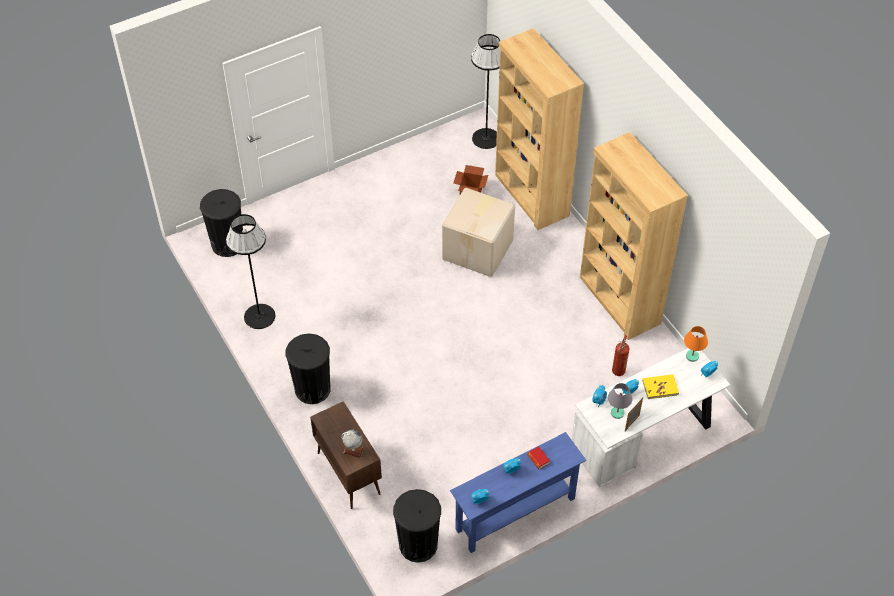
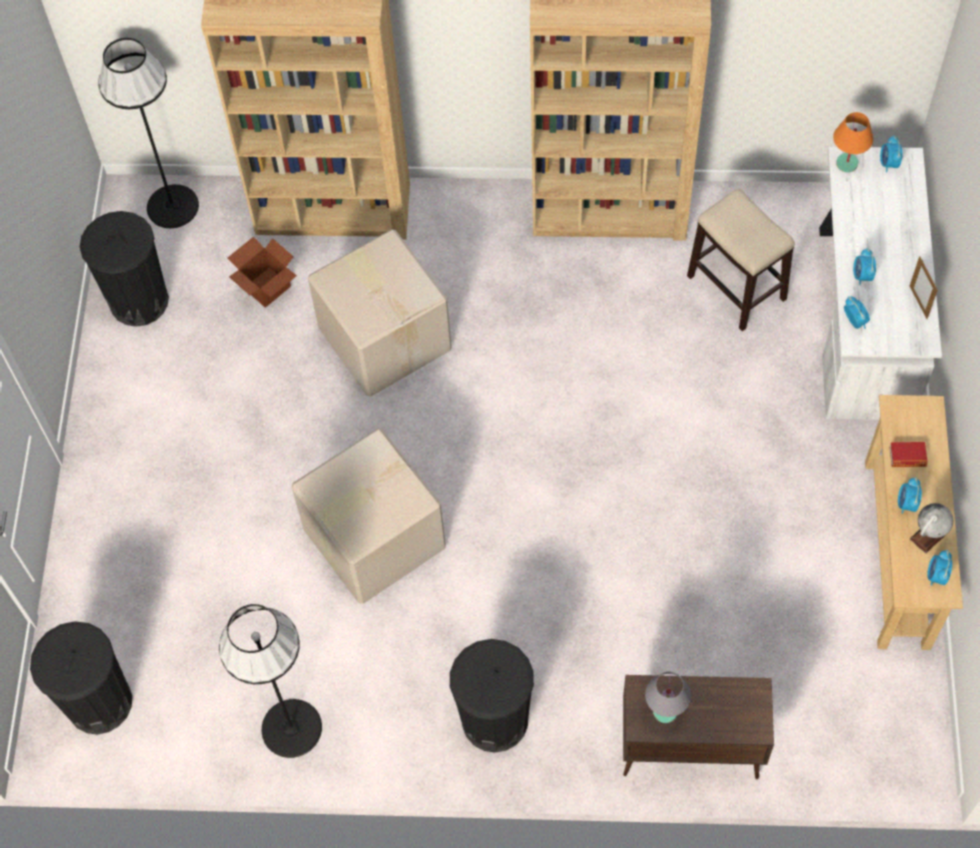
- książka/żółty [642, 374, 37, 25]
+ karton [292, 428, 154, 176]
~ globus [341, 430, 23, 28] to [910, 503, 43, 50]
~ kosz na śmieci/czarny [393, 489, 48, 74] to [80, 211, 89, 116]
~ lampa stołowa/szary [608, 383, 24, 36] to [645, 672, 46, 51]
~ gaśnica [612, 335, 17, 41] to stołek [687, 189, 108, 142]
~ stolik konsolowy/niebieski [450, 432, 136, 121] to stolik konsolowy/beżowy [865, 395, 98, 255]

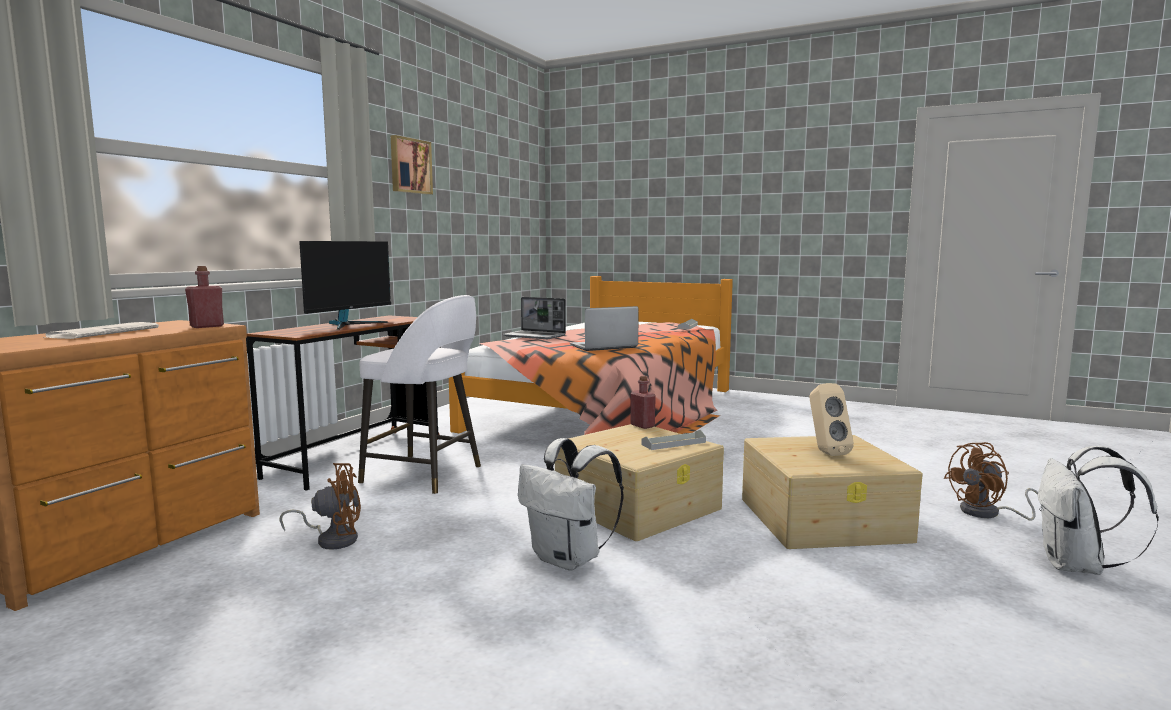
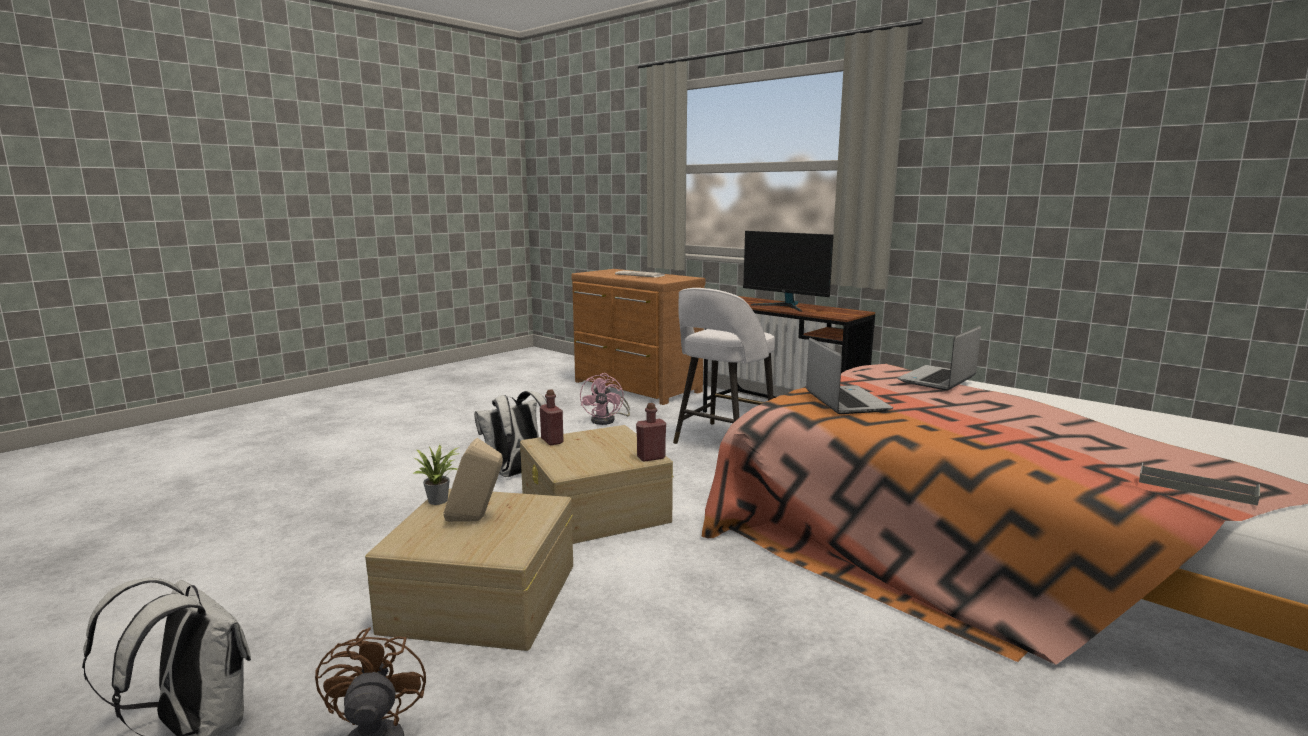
- obraz [391, 135, 42, 60]
- taca/szary [642, 430, 64, 20]
+ roślina doniczkowa [413, 444, 46, 61]
~ butelka/czerwony [185, 266, 39, 62] to [540, 389, 23, 56]
~ wentylator/brązowy [279, 463, 82, 87] to wentylator/różowy [580, 373, 50, 52]

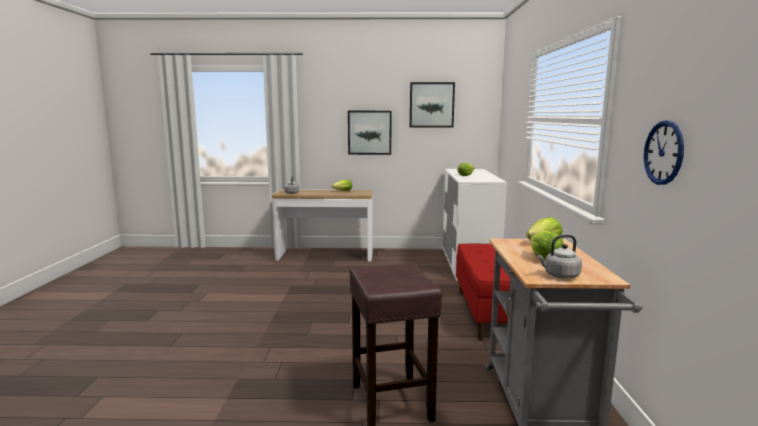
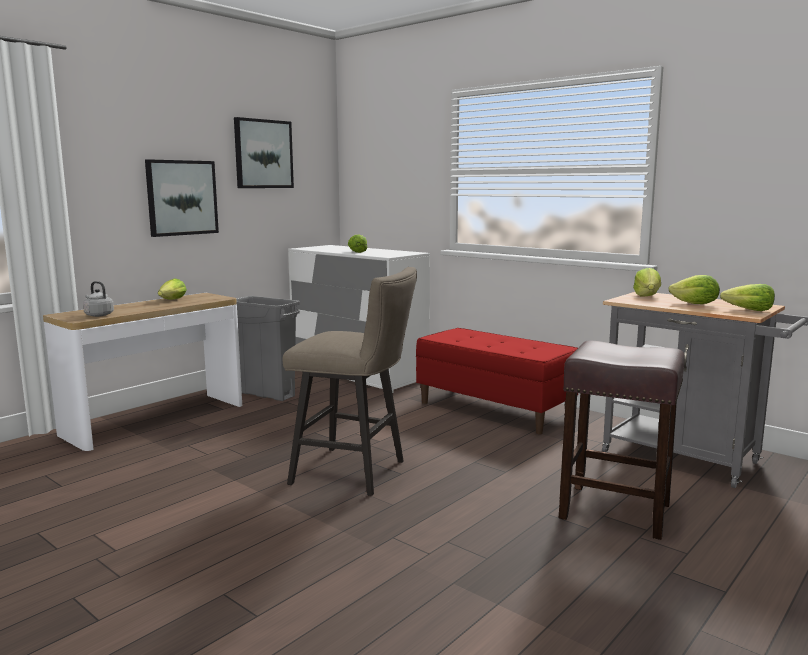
- zegar ścienny [644, 120, 40, 65]
+ kosz na śmieci/szary [236, 296, 64, 105]
+ stołek/beżowy [282, 267, 135, 229]
~ czajnik/szary [537, 235, 45, 44] to sałata [720, 284, 55, 27]

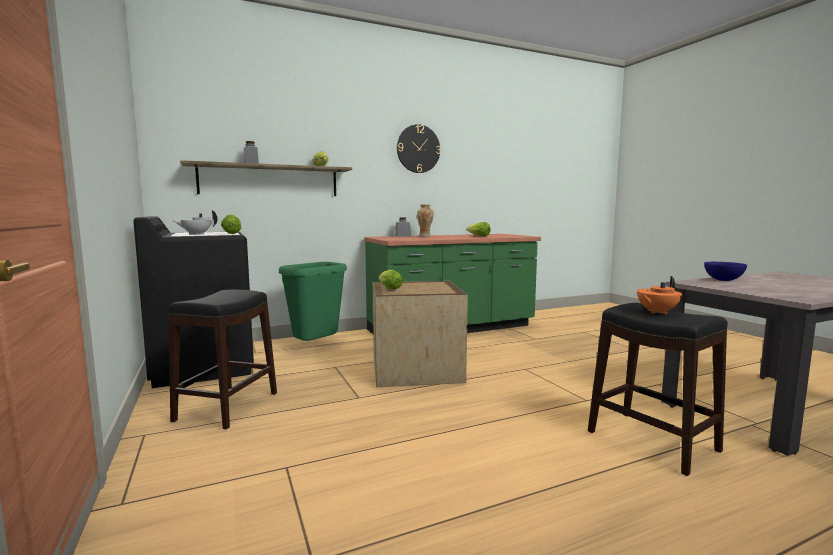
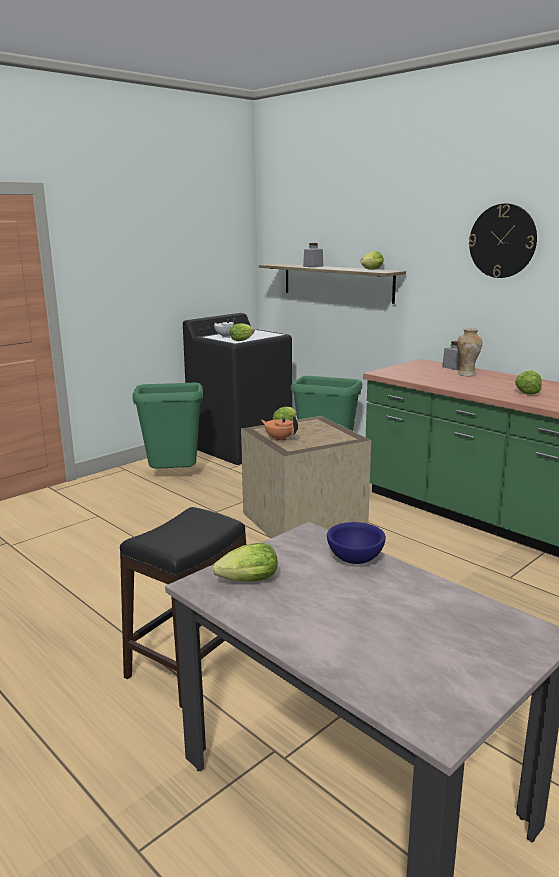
+ sałata [212, 543, 66, 39]
~ imbryk/pomarańczowy [637, 276, 45, 38] to [261, 416, 37, 25]
~ stołek/czarny [168, 290, 109, 139] to kosz na śmieci/zielony [133, 383, 70, 86]

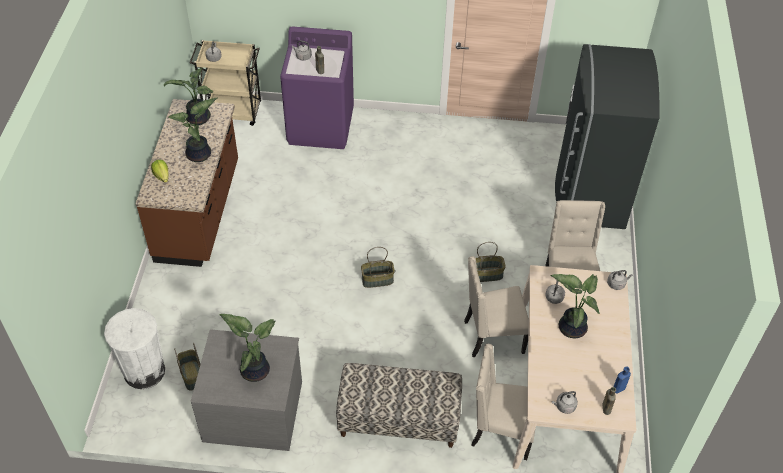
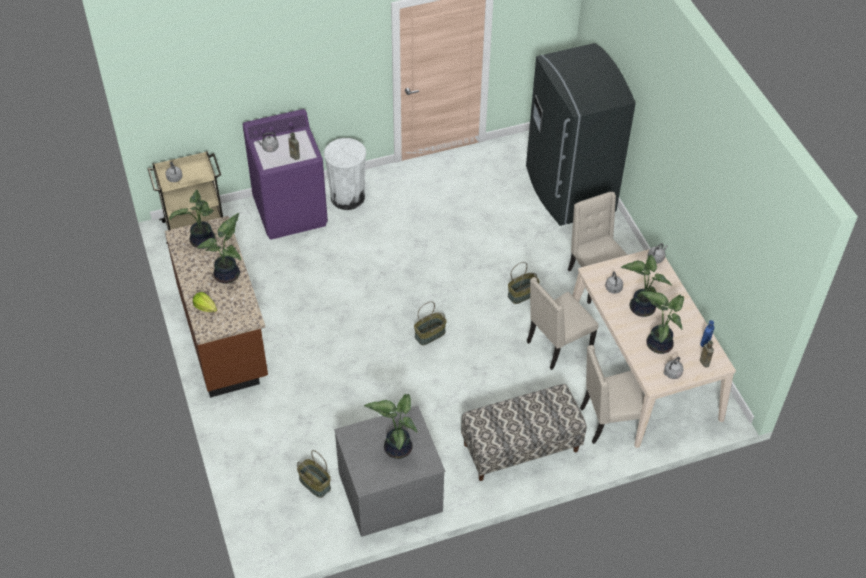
+ roślina doniczkowa [640, 291, 44, 63]
~ kosz na śmieci/biały [104, 308, 61, 81] to [324, 138, 42, 72]

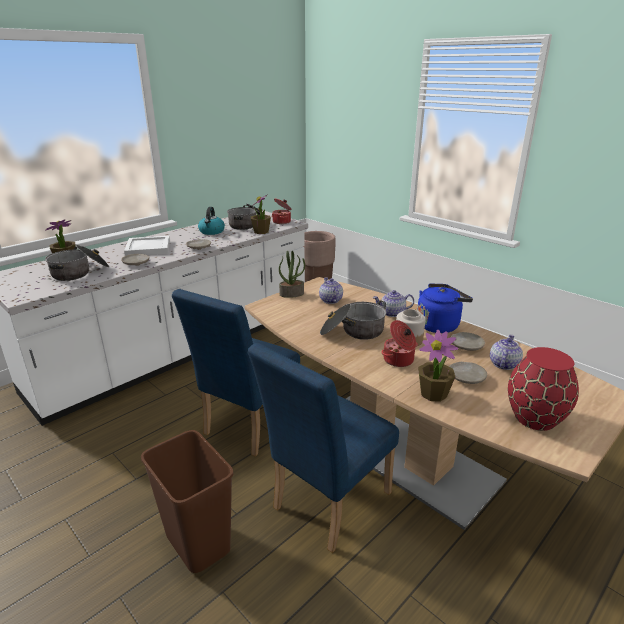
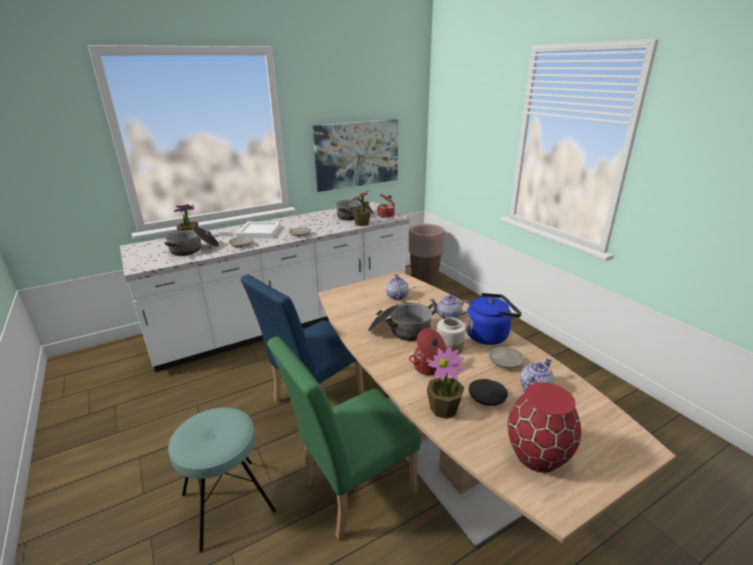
- czajnik [198, 207, 27, 28]
- roślina doniczkowa [279, 251, 26, 47]
+ obraz [313, 119, 85, 73]
~ kosz na śmieci/brązowy [141, 430, 93, 143] to stołek/turkusowy [168, 407, 108, 146]
~ krzesło/niebieski [248, 343, 151, 210] to krzesło/zielony [267, 337, 154, 203]
~ talerz/beżowy [449, 362, 38, 22] to talerz/czarny [469, 379, 39, 27]

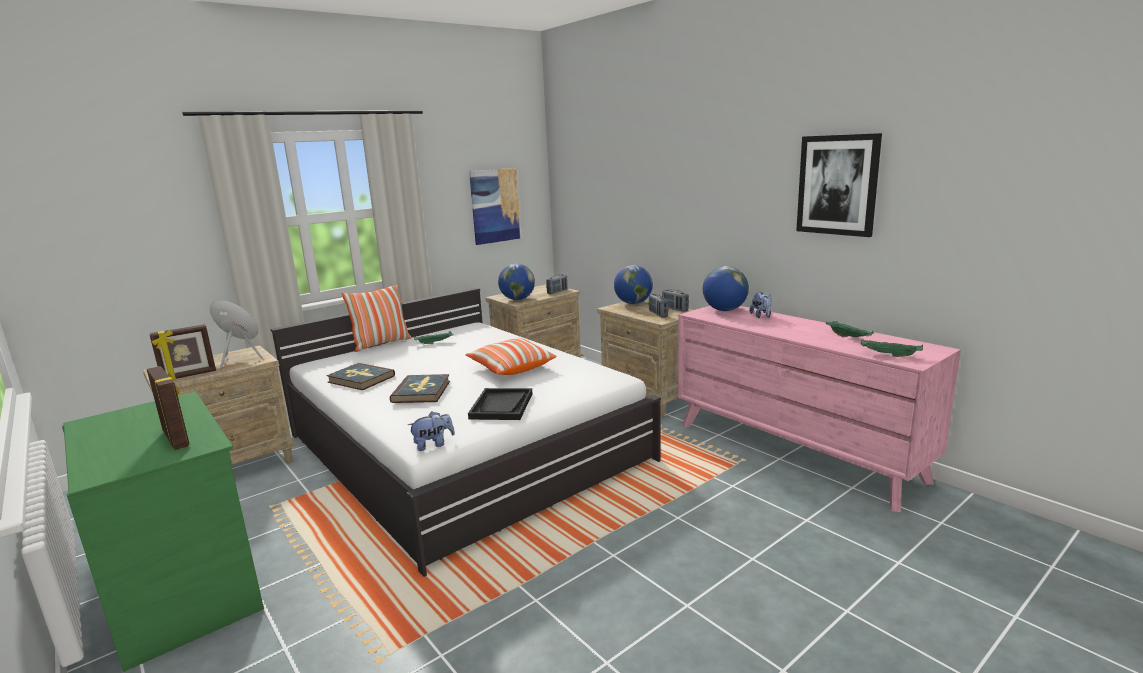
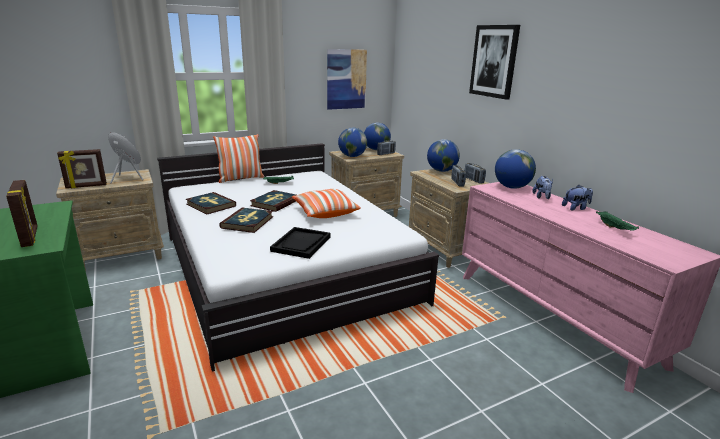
- taca/zielony [861, 340, 62, 17]
+ książka [250, 190, 46, 22]
+ globus [364, 123, 27, 27]
~ pluszak [408, 411, 47, 40] to [562, 185, 31, 26]
~ obraz [796, 133, 86, 104] to [469, 25, 51, 75]

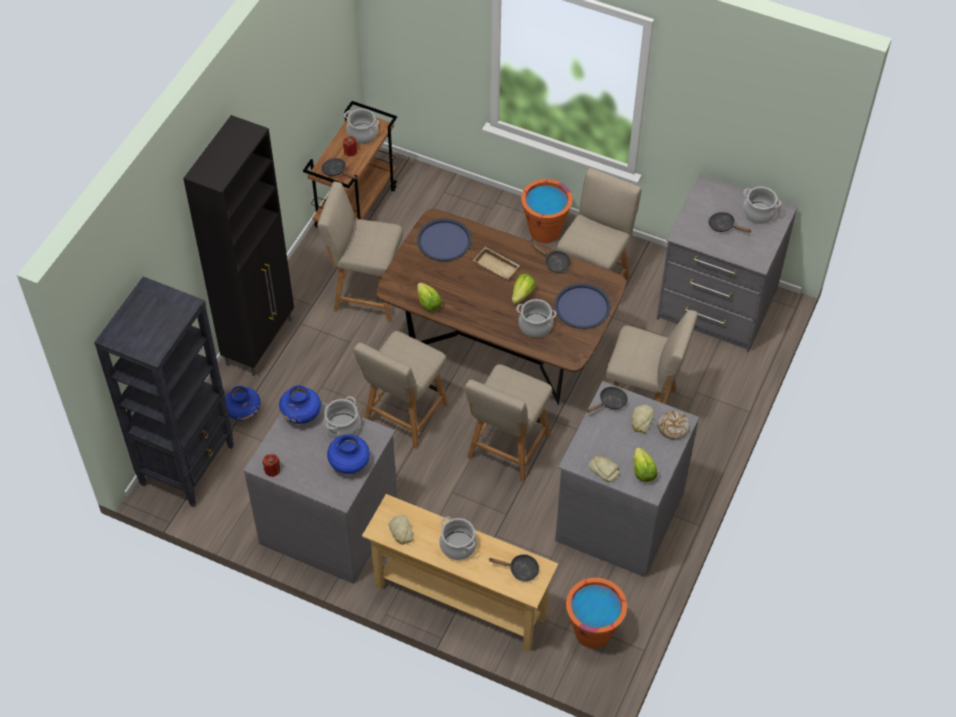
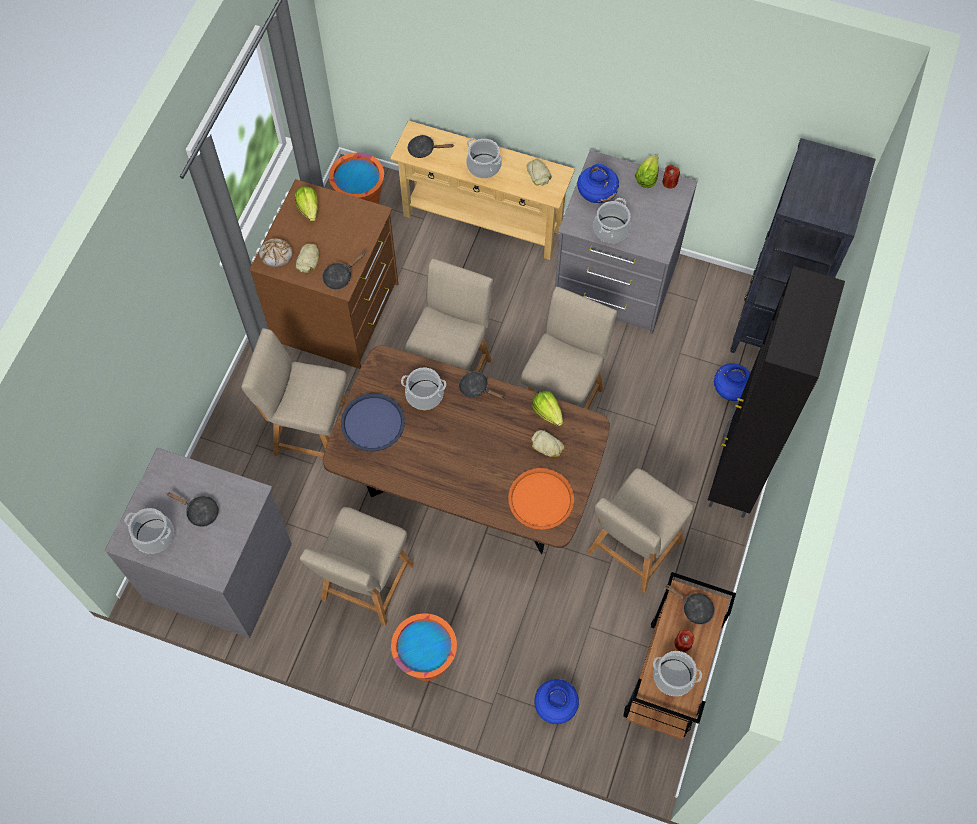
- taca/beżowy [473, 247, 47, 34]
~ wazon/niebieski [279, 385, 42, 39] to [534, 679, 45, 45]
~ sałata [512, 274, 24, 30] to [635, 155, 24, 33]
~ patelnia/czarny [531, 244, 40, 29] to [459, 372, 47, 28]
~ chleb [589, 456, 31, 26] to [531, 430, 33, 27]
~ taca/niebieski [417, 218, 55, 43] to taca/pomarańczowy [508, 468, 66, 62]
~ komoda/szary [555, 381, 144, 196] to komoda/brązowy [249, 179, 149, 190]
~ krzesło/beżowy [317, 181, 86, 141] = [587, 468, 107, 125] 120 degrees clockwise

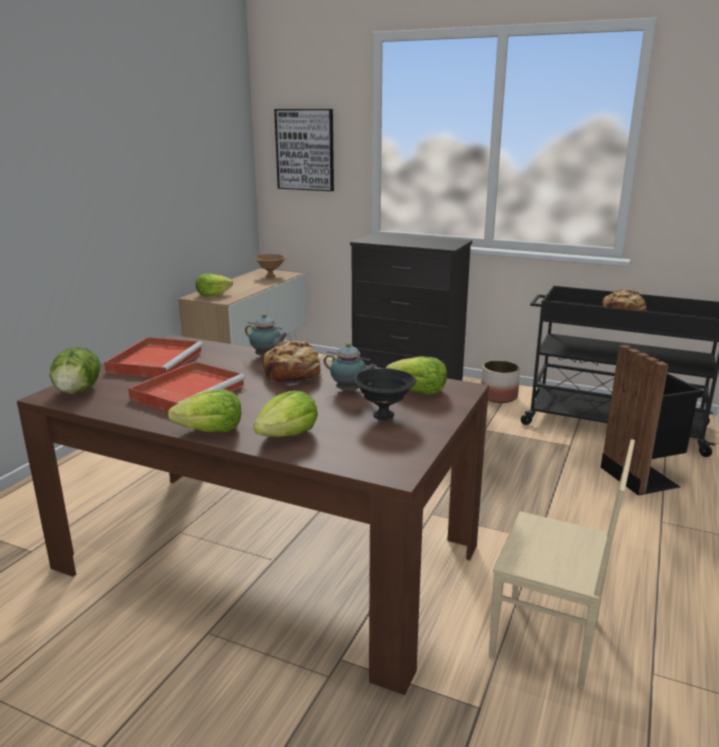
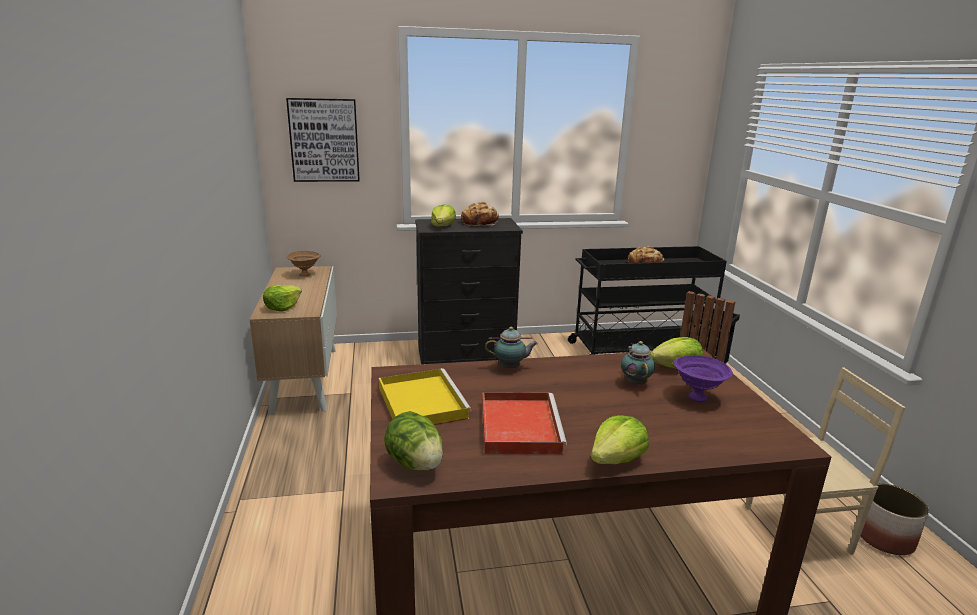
~ sałata [253, 391, 65, 46] to [431, 204, 25, 23]
~ chleb [263, 341, 59, 45] to [461, 202, 38, 24]
~ donica [481, 360, 39, 43] to [860, 483, 69, 72]
~ taca/czerwony [104, 337, 99, 40] to taca/żółty [379, 368, 93, 57]
~ miska/czarny [353, 368, 63, 52] to miska/fioletowy [674, 355, 59, 47]
~ imbryk [323, 342, 54, 50] = [621, 341, 34, 45] 90 degrees counterclockwise

